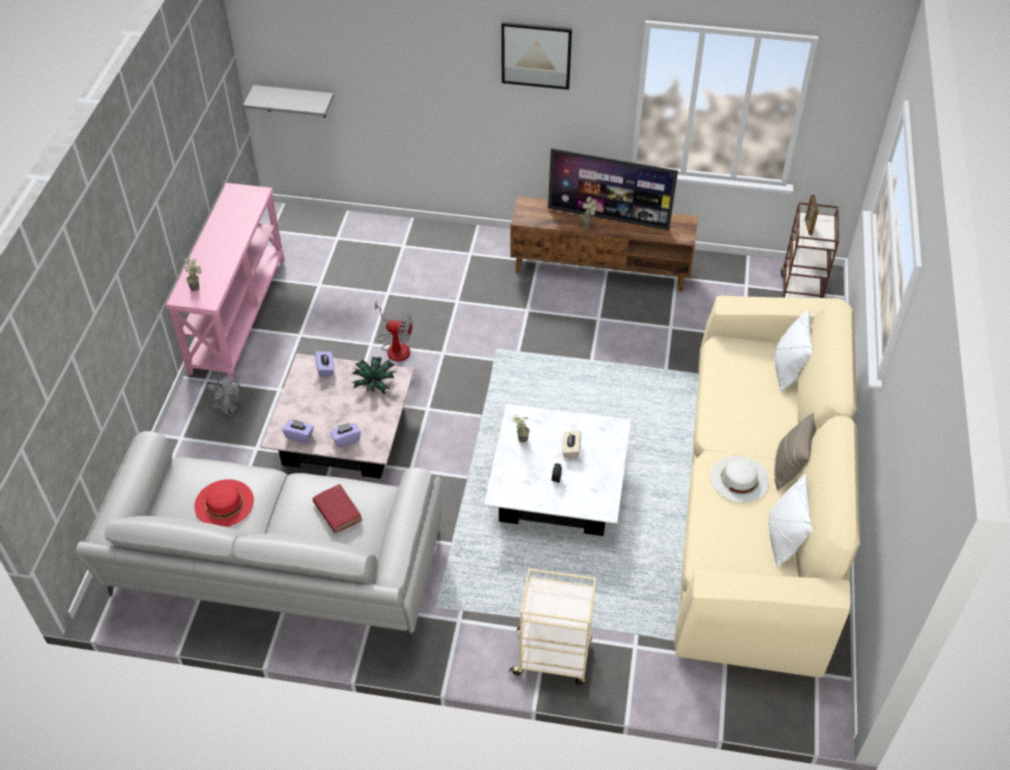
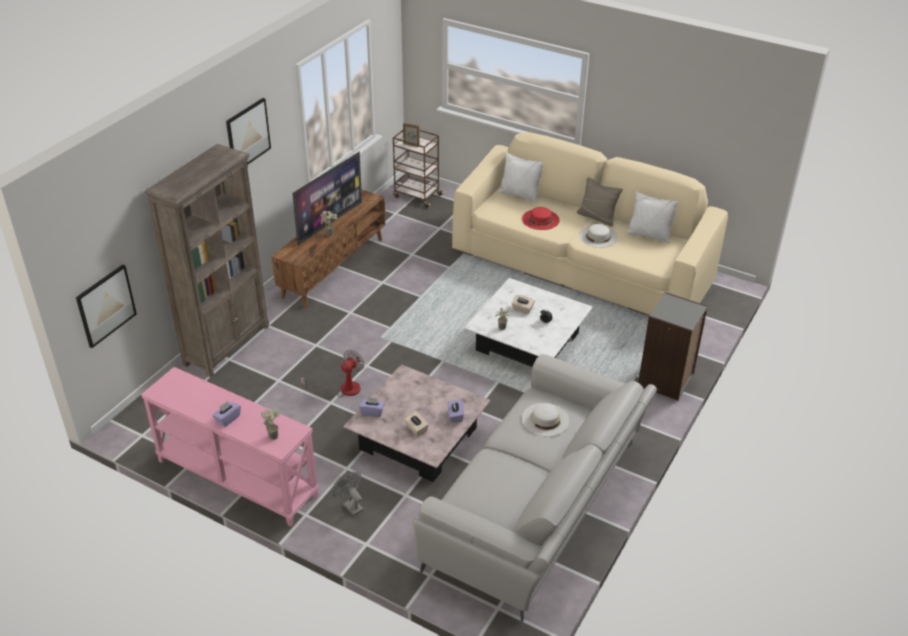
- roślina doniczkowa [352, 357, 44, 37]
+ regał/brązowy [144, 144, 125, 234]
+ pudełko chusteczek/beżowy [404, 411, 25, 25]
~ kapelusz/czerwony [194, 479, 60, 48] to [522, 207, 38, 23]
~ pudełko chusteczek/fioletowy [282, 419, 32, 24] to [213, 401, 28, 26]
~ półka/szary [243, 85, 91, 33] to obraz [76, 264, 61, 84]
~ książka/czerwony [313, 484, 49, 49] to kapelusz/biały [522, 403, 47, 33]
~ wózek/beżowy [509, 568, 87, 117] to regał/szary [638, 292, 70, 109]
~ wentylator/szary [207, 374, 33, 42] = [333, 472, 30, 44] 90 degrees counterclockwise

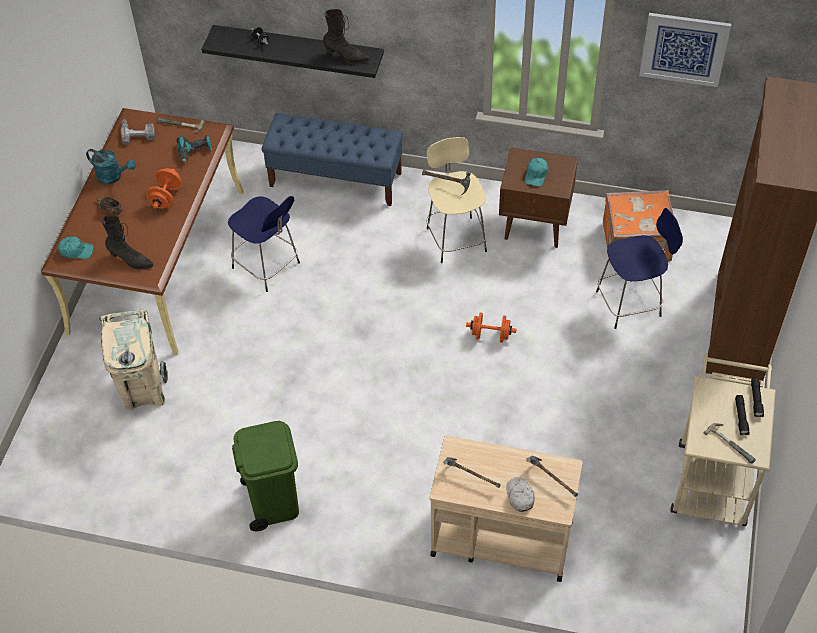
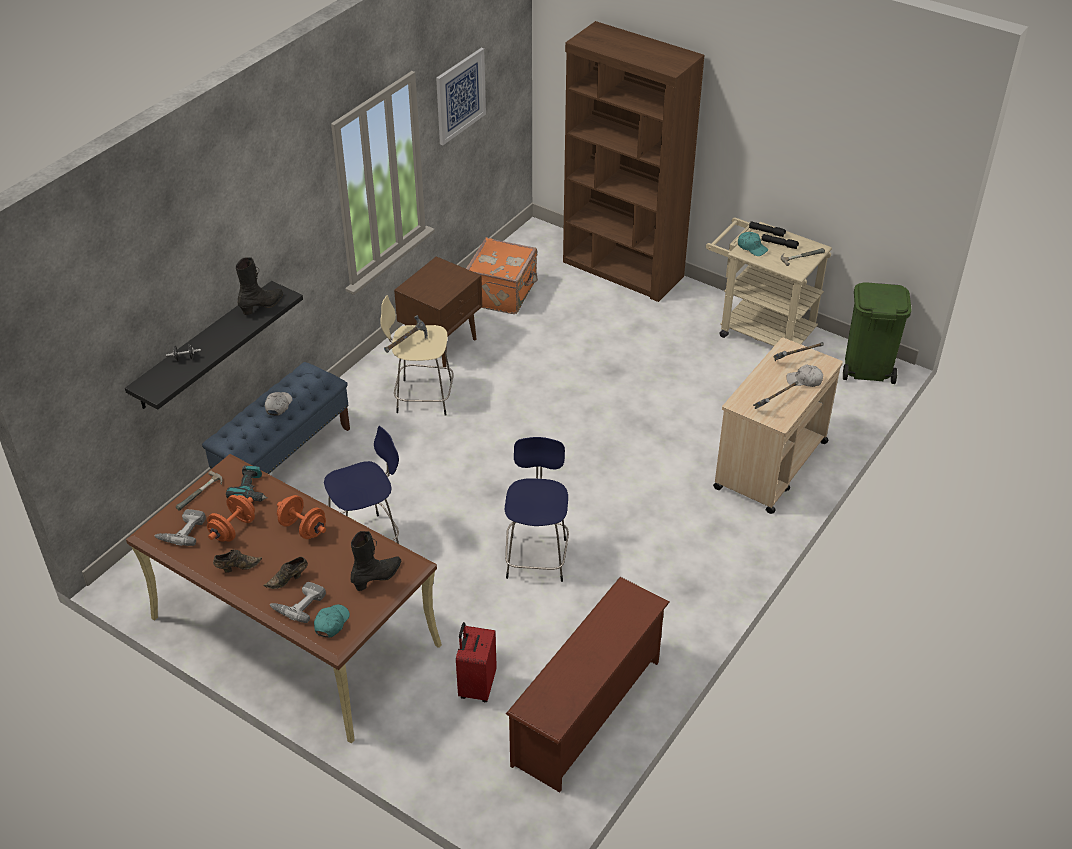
+ czapka z daszkiem/biały [265, 392, 27, 23]
+ wiertarka [270, 582, 56, 41]
+ regał na buty/brązowy [506, 577, 164, 216]
~ kosz na śmieci/zielony [232, 421, 67, 110] to [843, 282, 69, 102]
~ hantel/pomarańczowy [466, 313, 51, 30] to [207, 495, 48, 47]
~ czapka z daszkiem/turkusowy [525, 158, 23, 29] to [738, 232, 30, 24]
~ stołek/niebieski [596, 208, 87, 121] to [505, 437, 64, 145]
~ konewka/turkusowy [86, 149, 50, 35] to but/brązowy [213, 550, 49, 23]
~ kosz na śmieci/beżowy [99, 310, 69, 100] to walizka/czerwony [456, 622, 41, 80]

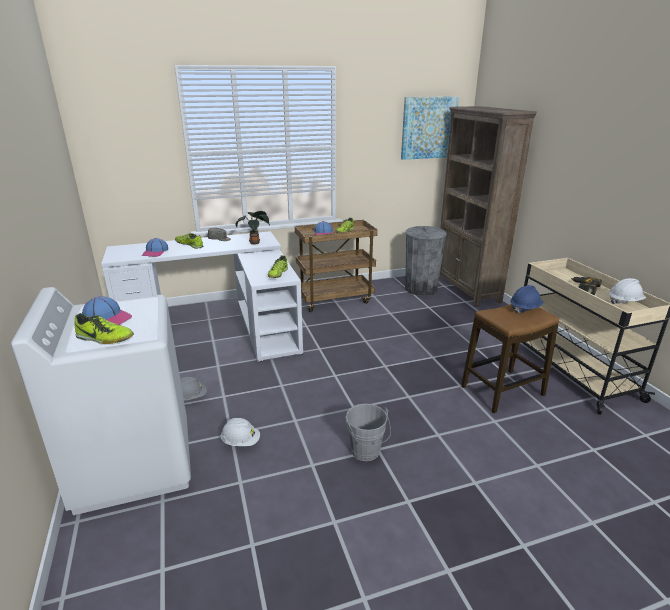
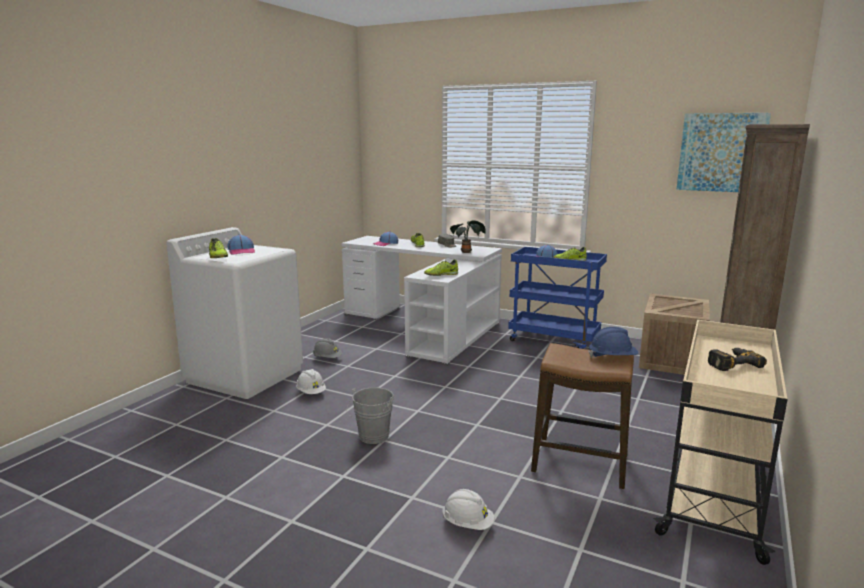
~ kask/biały [609, 278, 37, 26] to [442, 489, 52, 41]
~ kosz na śmieci/szary [405, 226, 42, 70] to skrzynka [639, 294, 71, 81]
~ wózek/brązowy [295, 220, 82, 92] to wózek/niebieski [508, 247, 99, 102]

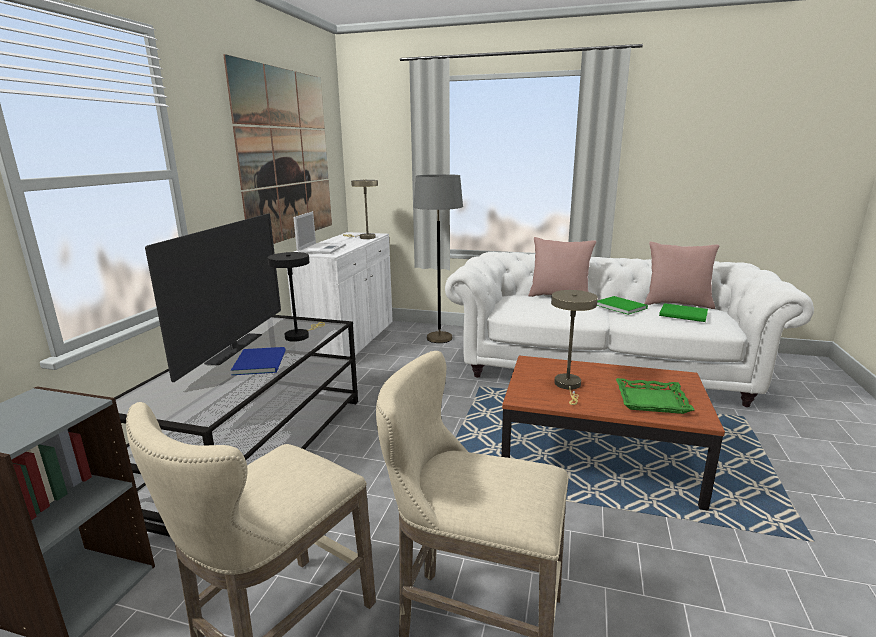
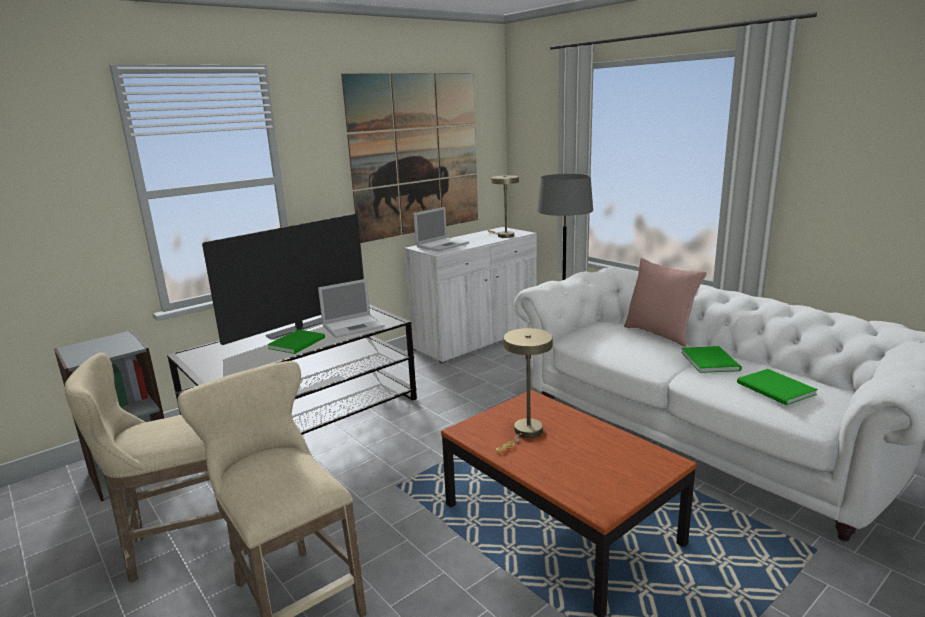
- taca/zielony [616, 378, 79, 36]
- poduszka/różowy [644, 242, 76, 67]
~ lampa stołowa/czarny [268, 252, 57, 90] to laptop [318, 279, 67, 59]
~ książka/niebieski [231, 347, 55, 28] to książka/zielony [267, 329, 58, 25]

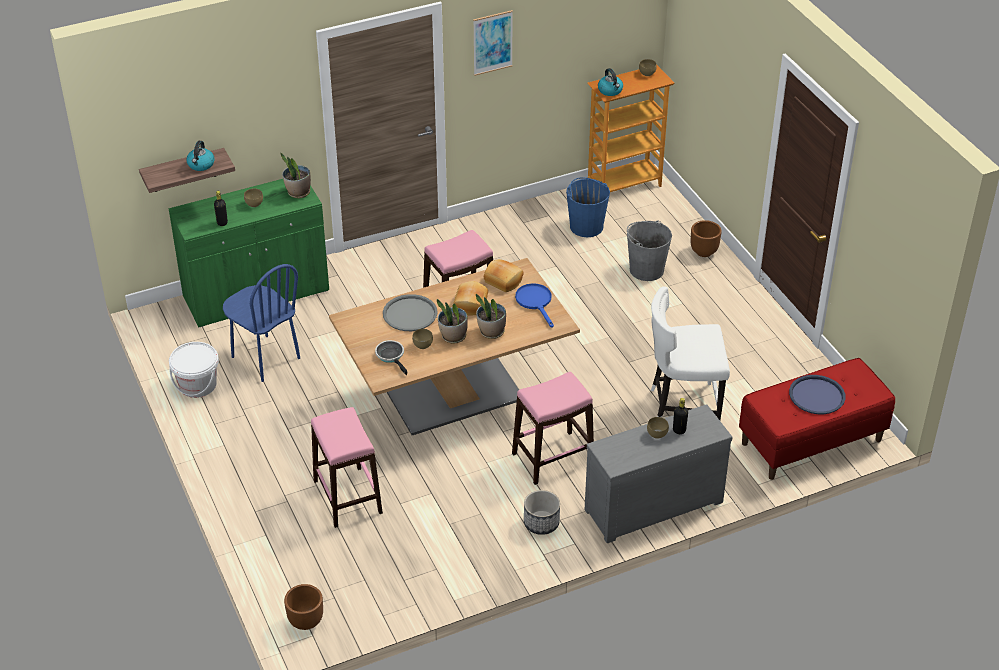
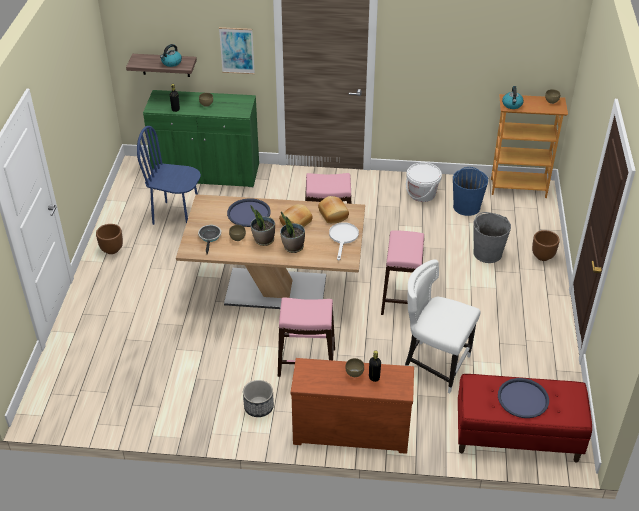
- roślina doniczkowa [280, 153, 31, 45]
~ wiadro/biały [169, 342, 50, 56] to [406, 162, 36, 40]
~ donica/brązowy [284, 584, 39, 46] to [96, 224, 27, 30]
~ stołek/różowy [311, 407, 72, 121] to [381, 230, 43, 85]
~ obraz [473, 10, 40, 66] to [219, 27, 36, 47]
~ taca/szary [383, 294, 55, 37] to taca/niebieski [227, 198, 44, 29]
~ patelnia/niebieski [515, 283, 39, 45] to patelnia/biały [329, 222, 30, 39]
~ komoda/szary [585, 404, 148, 139] to komoda/brązowy [291, 358, 123, 96]
~ krzesło/niebieski [223, 264, 77, 118] = [137, 126, 64, 99] 120 degrees clockwise

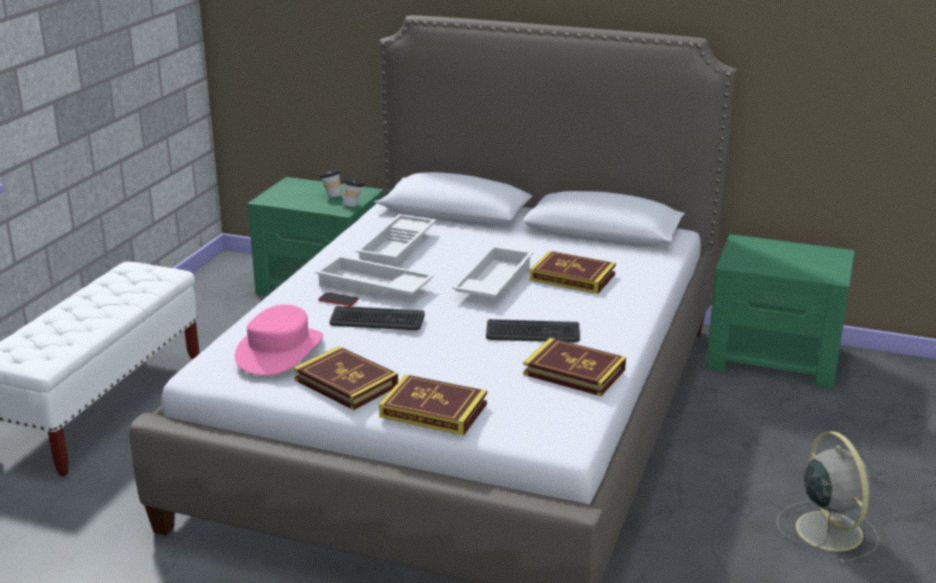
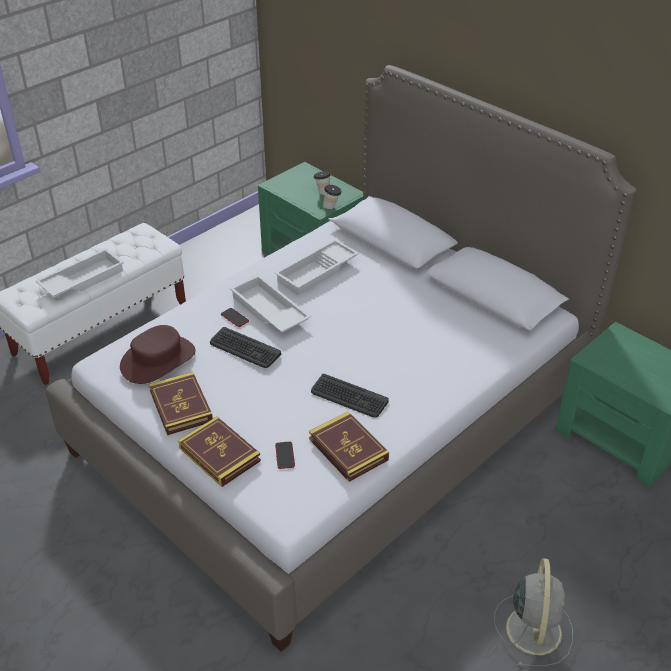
- książka [530, 251, 86, 43]
+ telefon [275, 442, 20, 27]
~ taca/biały [452, 246, 81, 52] to [36, 249, 88, 48]
~ kapelusz/różowy [235, 305, 88, 71] to kapelusz/brązowy [120, 325, 76, 59]

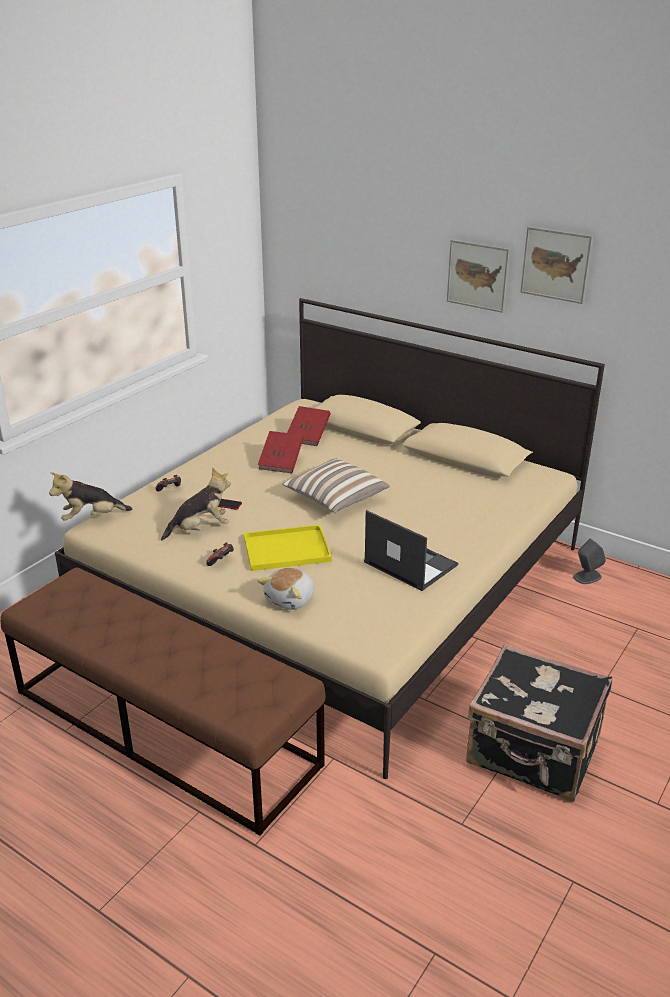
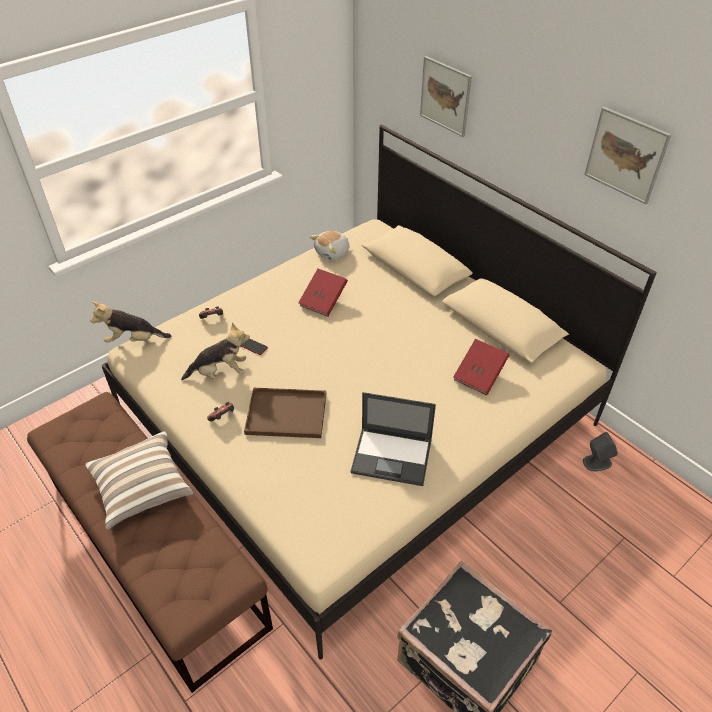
~ pluszak [258, 568, 56, 42] to [310, 231, 39, 29]
~ poduszka [282, 458, 108, 55] to [85, 431, 109, 98]
~ książka/czerwony [287, 406, 44, 40] to [453, 339, 56, 56]
~ obraz [447, 239, 63, 74] to [420, 56, 52, 81]
~ taca/żółty [244, 525, 88, 46] to taca/brązowy [244, 388, 82, 50]
~ laptop [364, 510, 94, 81] = [350, 392, 86, 94] 135 degrees clockwise

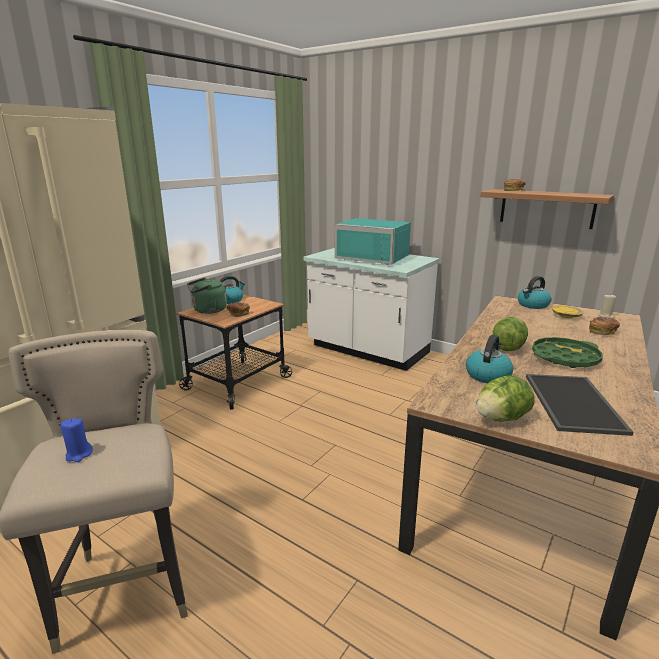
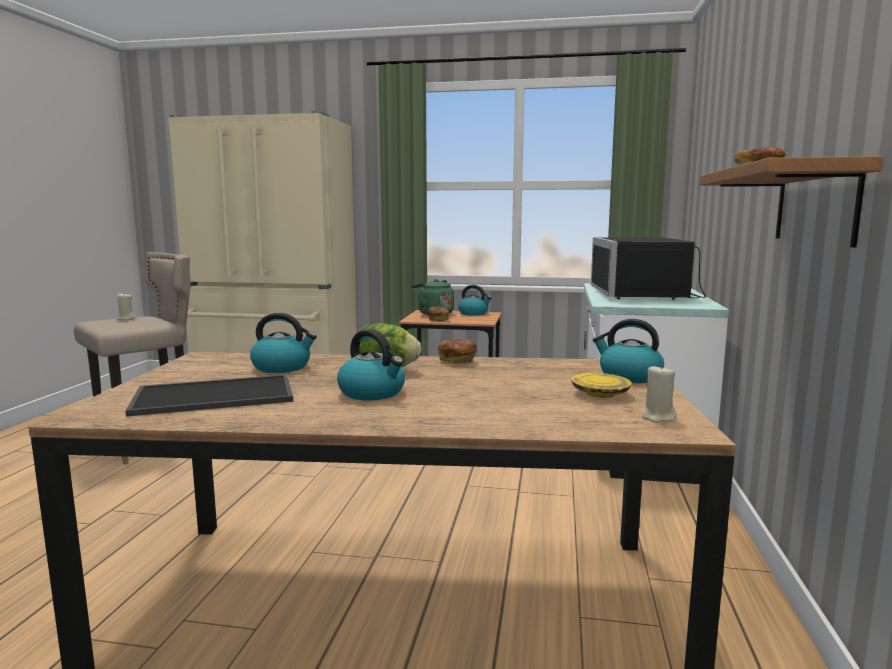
- sałata [476, 375, 59, 47]
~ chleb [589, 317, 31, 19] to [438, 339, 39, 25]
~ taca/zielony [532, 337, 71, 31] to czajnik [337, 329, 68, 71]
~ świeca/niebieski [60, 418, 33, 44] to świeca/beżowy [117, 292, 18, 28]
~ mikrofalówka/turkusowy [335, 218, 76, 47] to mikrofalówka/czarny [591, 237, 115, 63]

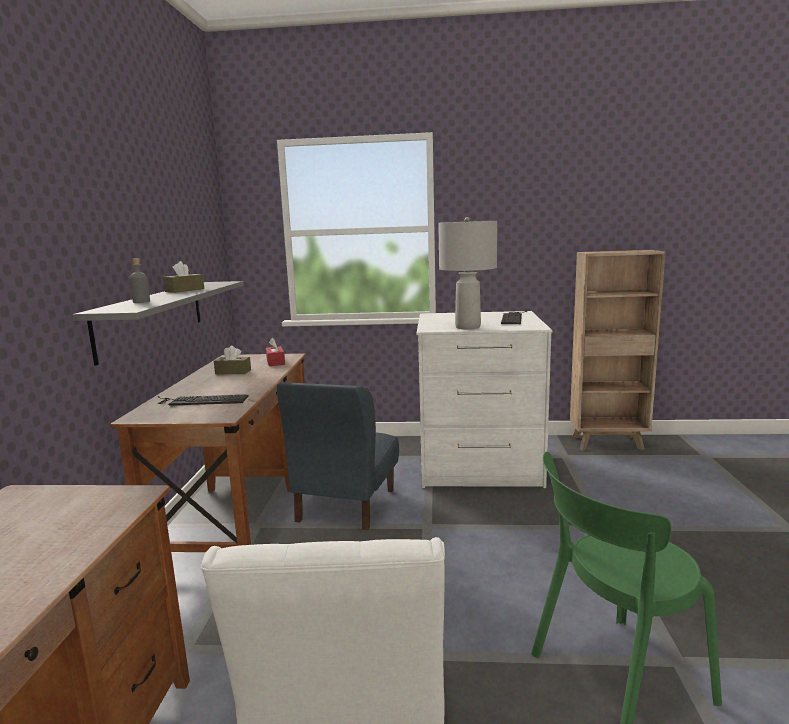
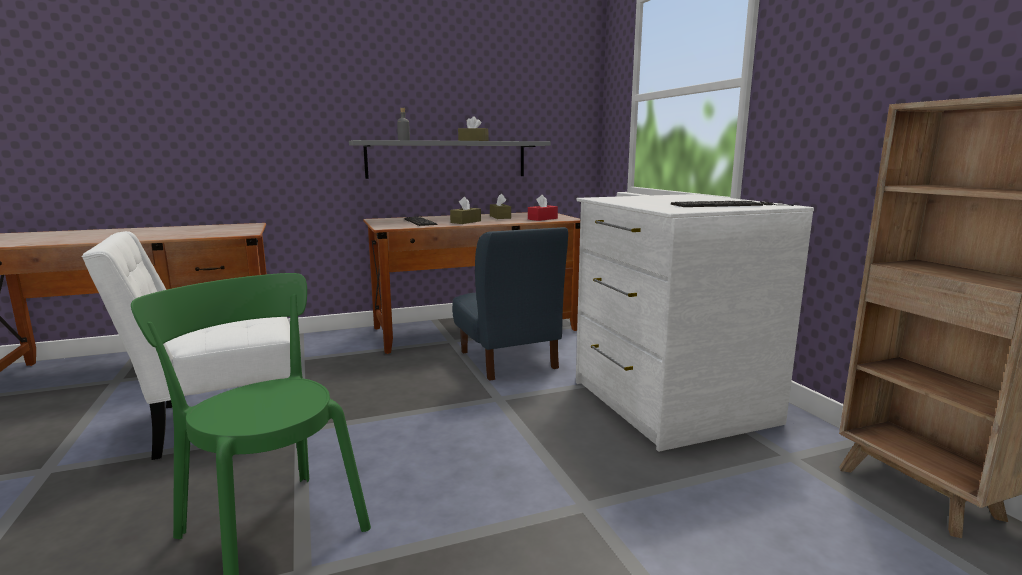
- lampa stołowa/szary [438, 217, 59, 112]
+ pudełko chusteczek/brązowy [450, 197, 31, 27]
~ krzesło/niebieski [277, 382, 122, 148] = [452, 227, 116, 154] 105 degrees counterclockwise

